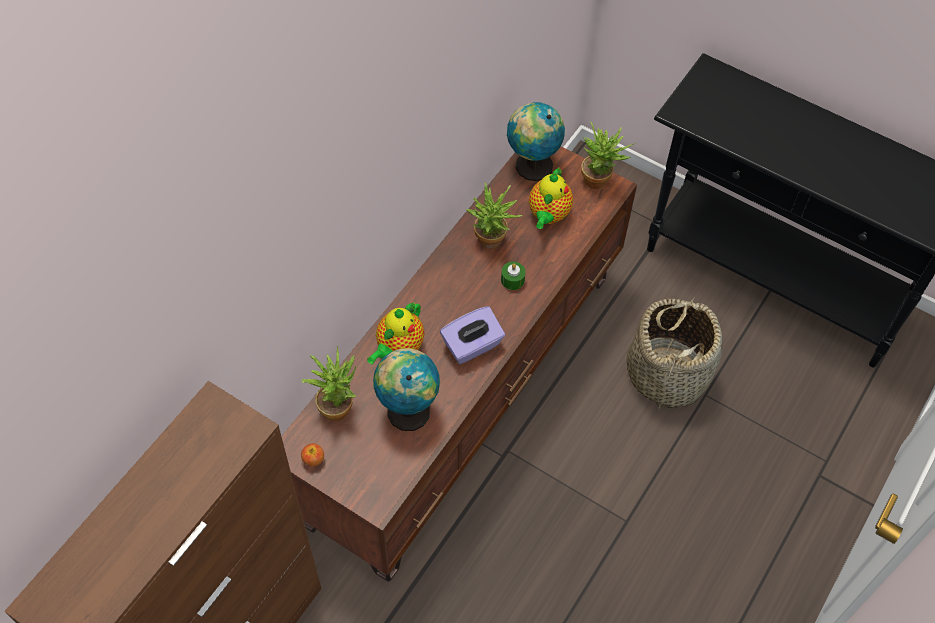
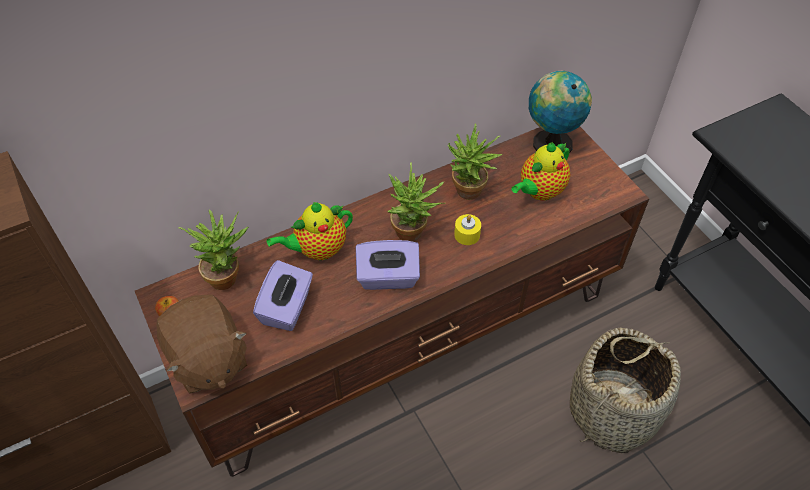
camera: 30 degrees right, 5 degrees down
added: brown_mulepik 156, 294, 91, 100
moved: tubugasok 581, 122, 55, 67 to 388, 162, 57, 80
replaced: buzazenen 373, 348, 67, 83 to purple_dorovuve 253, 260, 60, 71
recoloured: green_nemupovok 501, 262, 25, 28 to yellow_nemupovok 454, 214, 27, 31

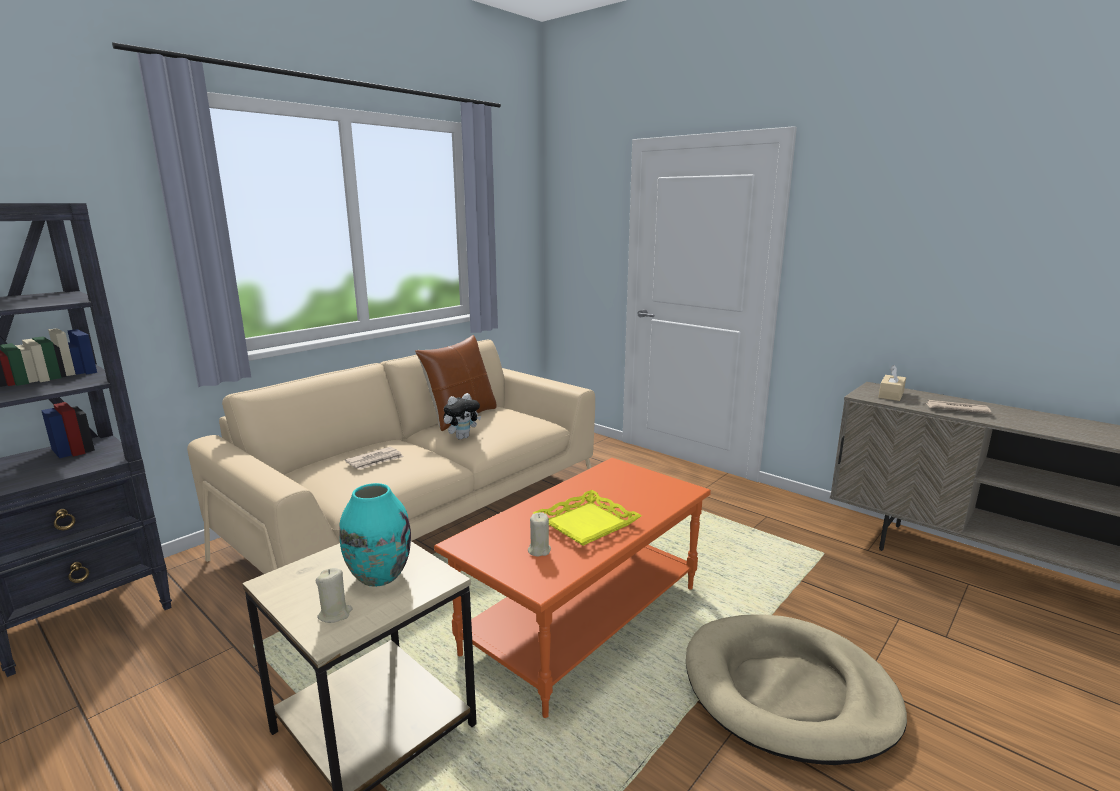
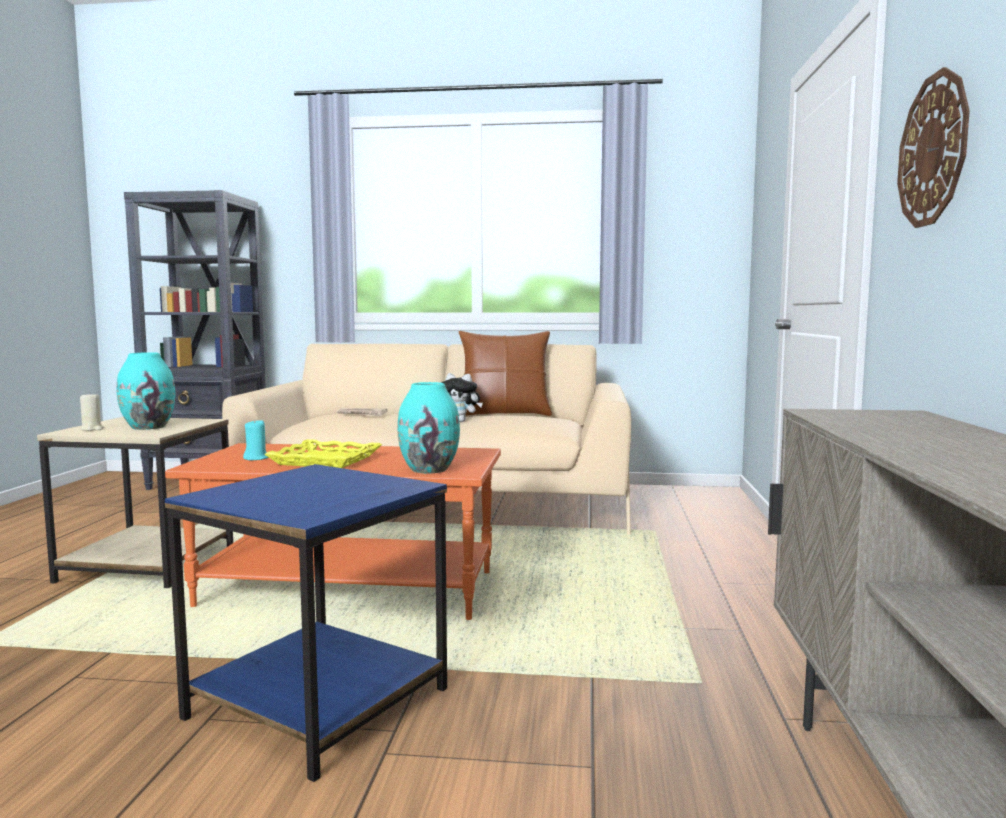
camera: 55 degrees right, 10 degrees down
removed: beige_dorovuve 878, 365, 28, 36; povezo 926, 400, 66, 14
added: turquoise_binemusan 397, 382, 63, 92; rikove 897, 67, 73, 161
replaced: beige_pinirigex 686, 615, 221, 150 to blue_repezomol 165, 464, 282, 318
recoloured: beige_nemupovok 528, 512, 23, 45 to turquoise_nemupovok 243, 419, 26, 41

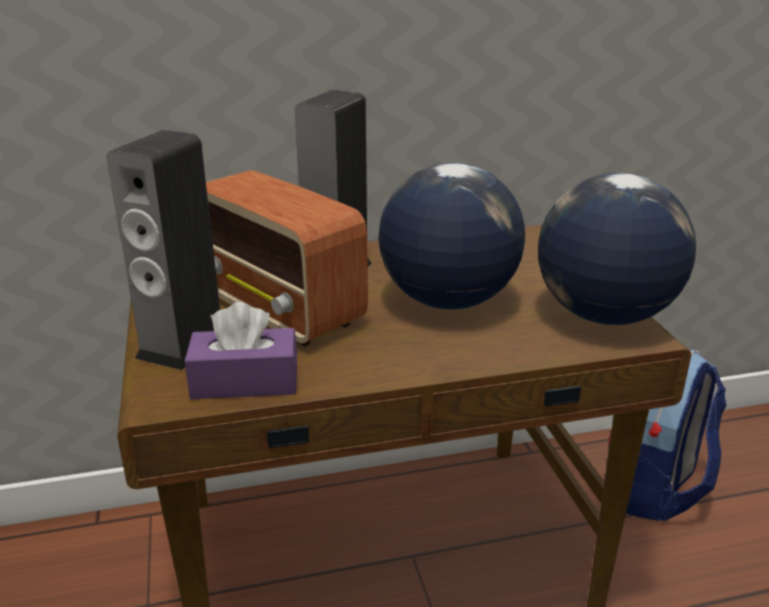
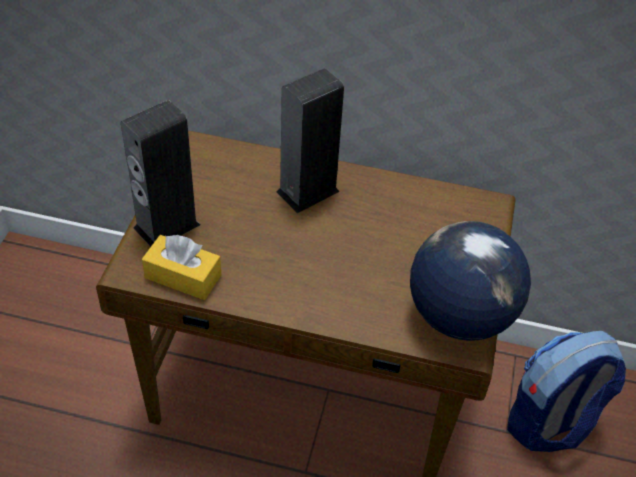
camera: 25 degrees right, 20 degrees up
removed: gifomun 206, 170, 162, 177; buzazenen 379, 163, 146, 146
recoloured: purple_dorovuve 185, 302, 112, 97 to yellow_dorovuve 142, 235, 79, 65

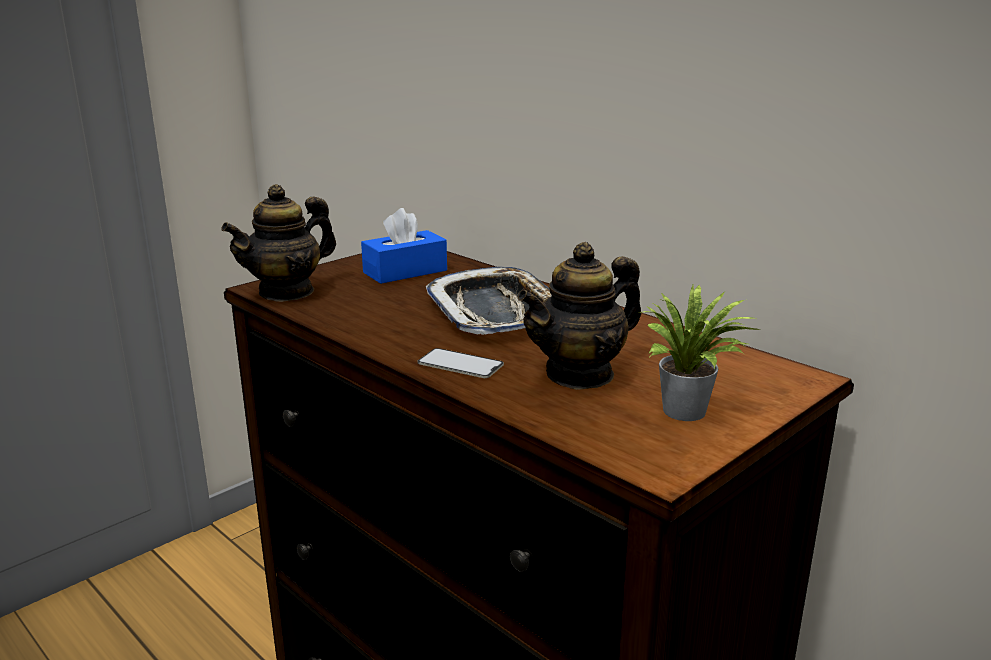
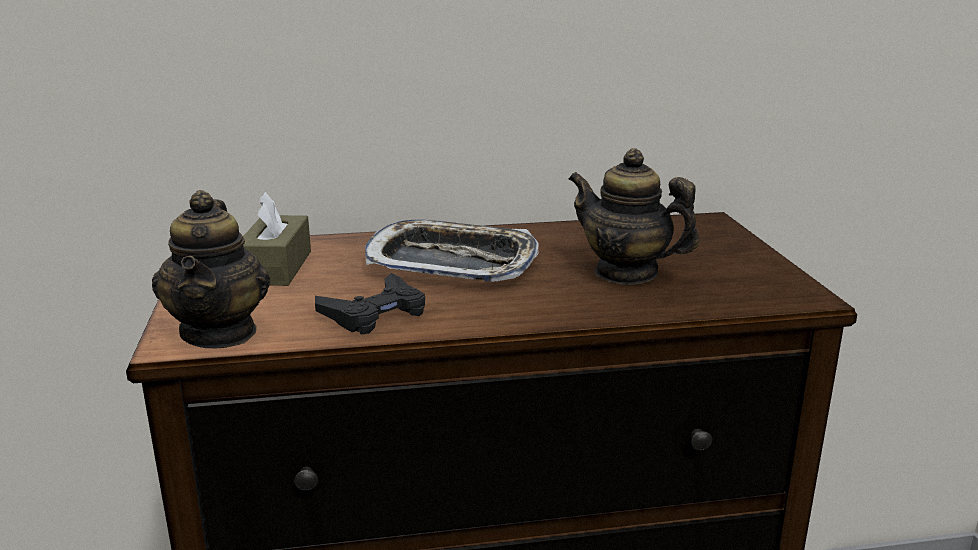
camera: 55 degrees left, 0 degrees up
removed: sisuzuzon 418, 348, 86, 30; tubugasok 639, 283, 123, 138
added: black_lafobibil 315, 273, 110, 62
recoloured: blue_dorovuve 361, 208, 86, 76 to brown_dorovuve 243, 192, 68, 94
turned: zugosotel 517, 242, 124, 148 = 568, 148, 132, 137 120 degrees clockwise

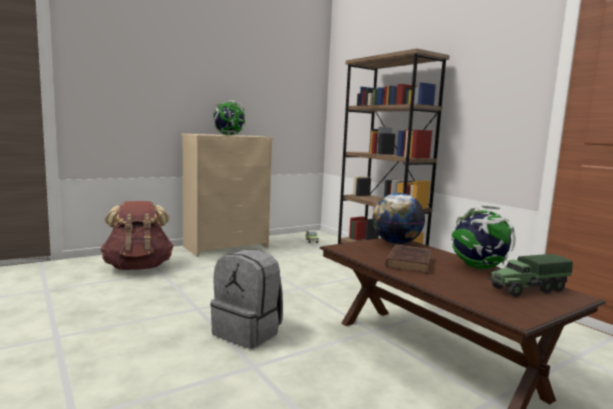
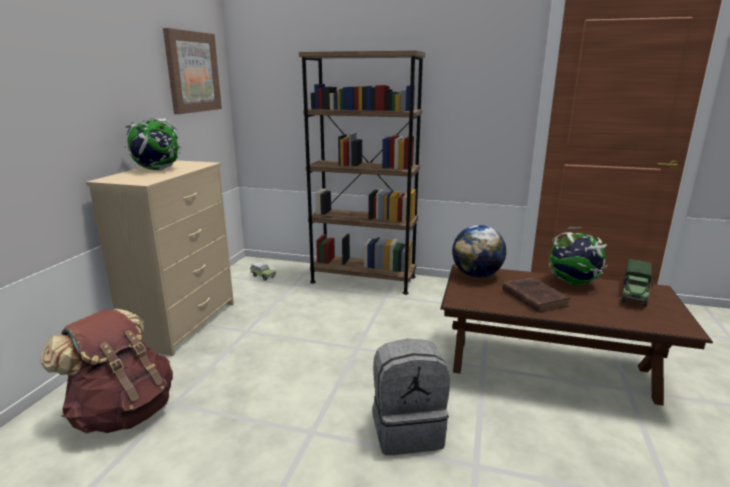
camera: 40 degrees left, 10 degrees up
added: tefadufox 163, 28, 59, 86

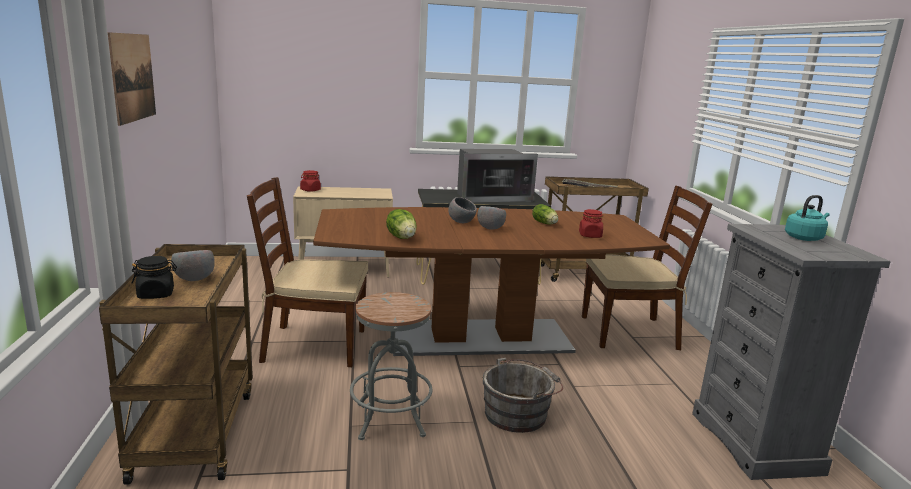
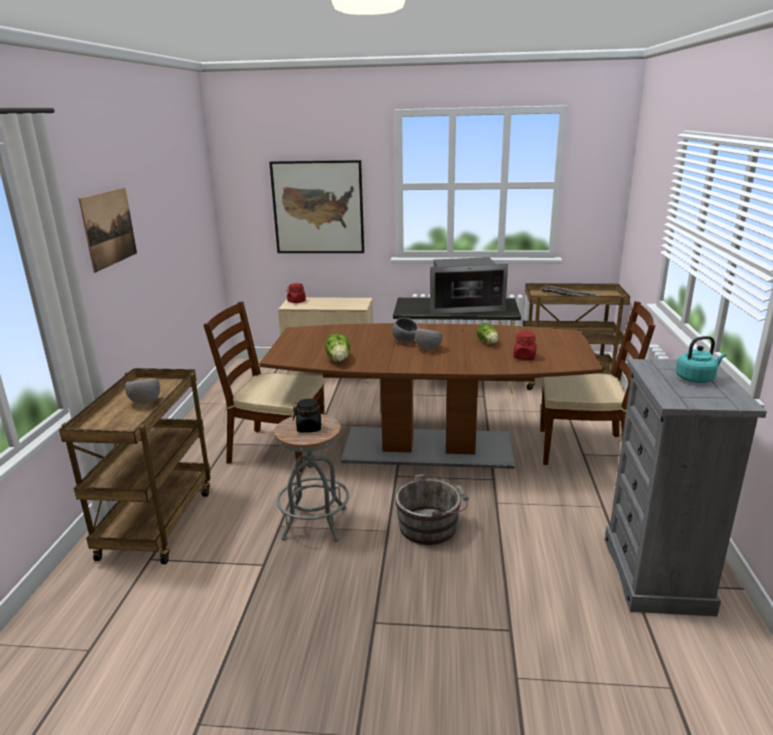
camera: 15 degrees right, 5 degrees up
added: tefadufox 269, 160, 95, 93
moved: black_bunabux 132, 256, 45, 43 to 293, 399, 31, 34

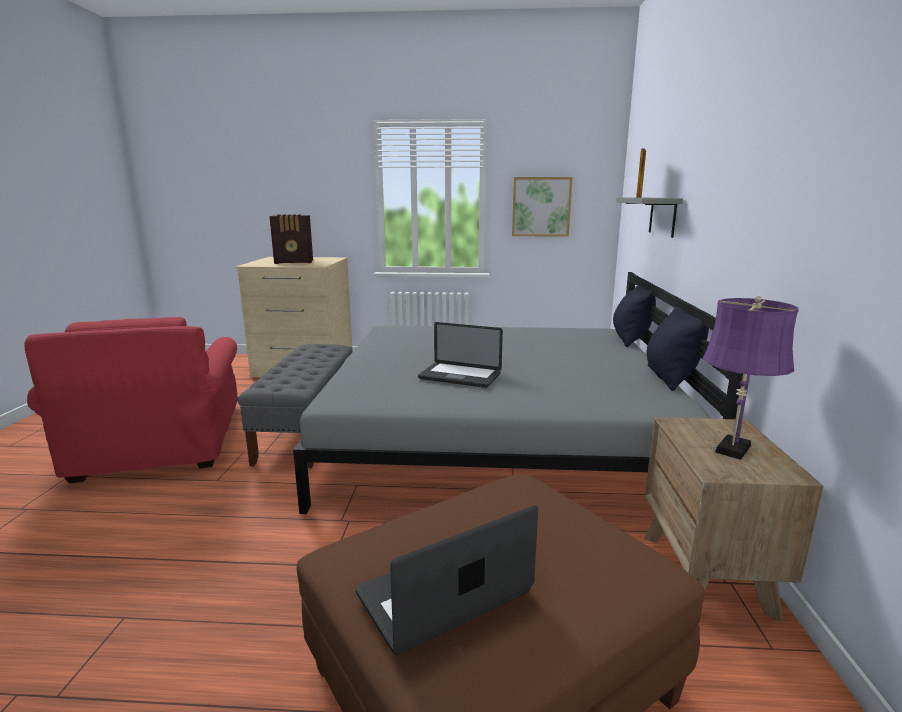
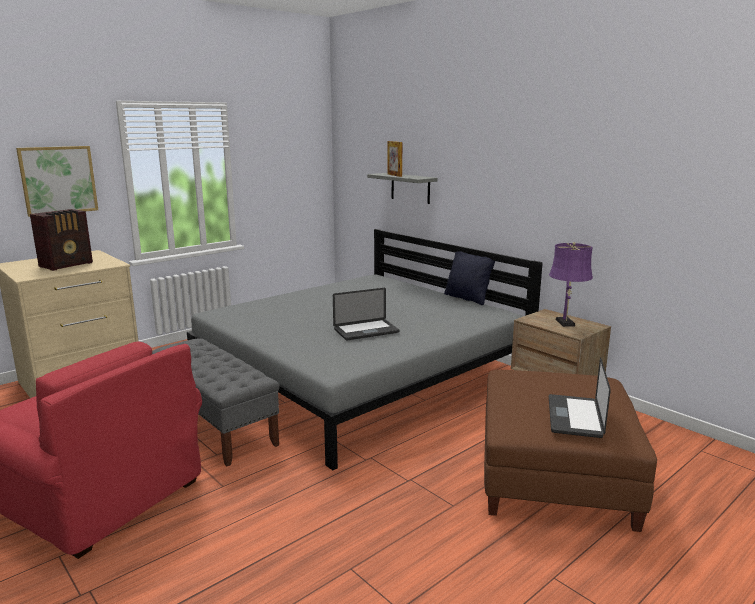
camera: 45 degrees left, 0 degrees up
removed: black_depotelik 613, 285, 43, 62
moved: tefadufox 512, 177, 61, 60 to 16, 146, 82, 71

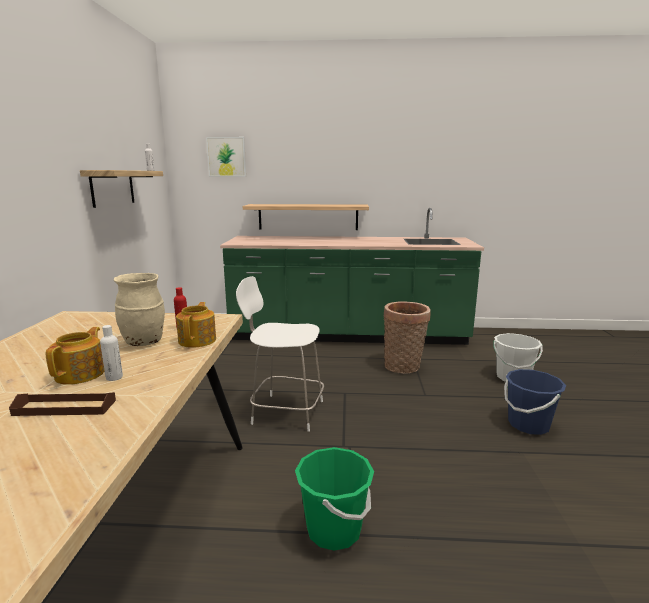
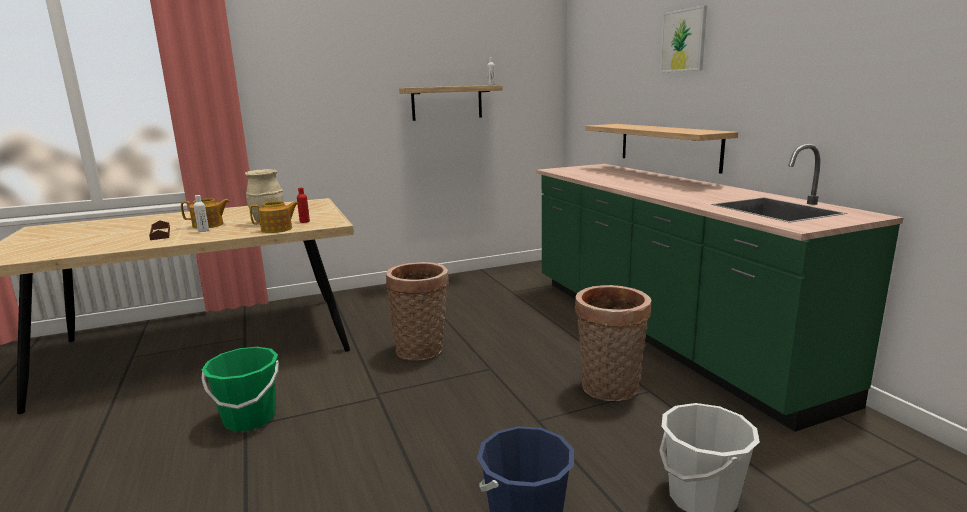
camera: 65 degrees right, 0 degrees up
moved: tefadufox 206, 137, 40, 40 to 660, 5, 47, 68
replaced: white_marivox 236, 276, 88, 156 to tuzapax 386, 262, 63, 99

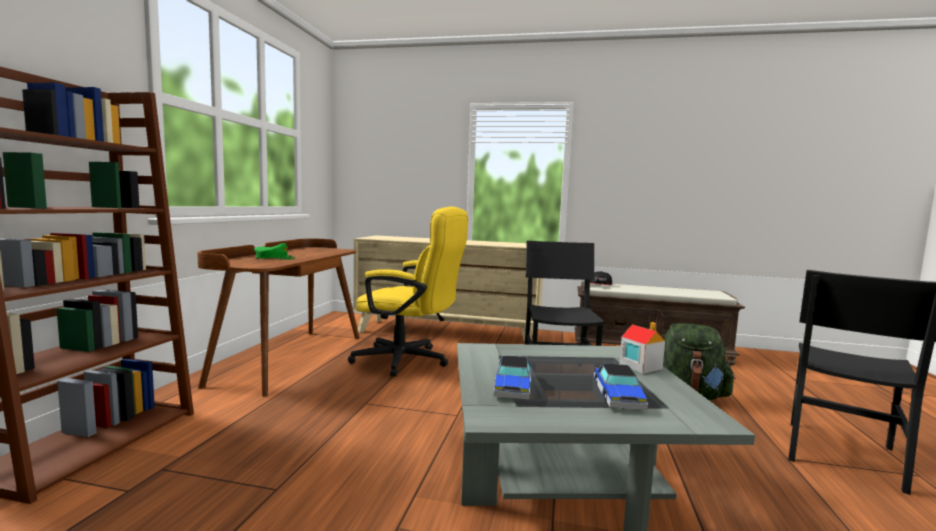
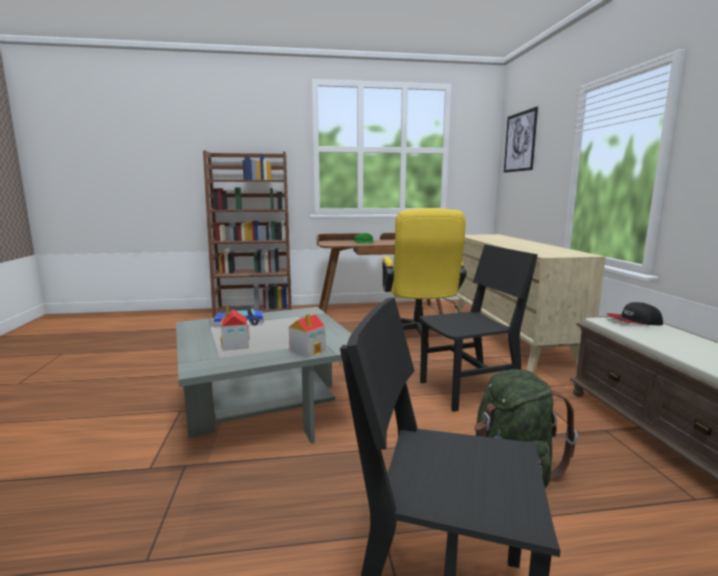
camera: 70 degrees right, 5 degrees up
added: tefadufox 504, 107, 34, 66
replaced: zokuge 594, 364, 54, 46 to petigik 221, 307, 29, 44

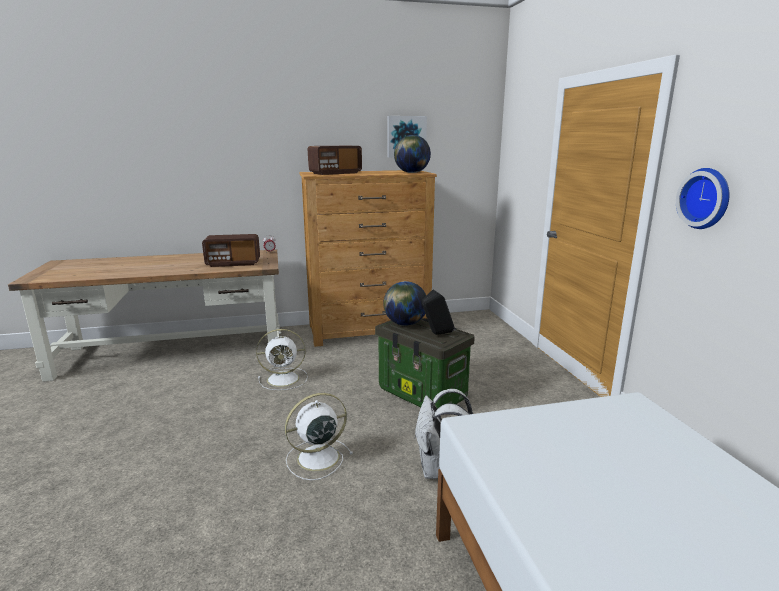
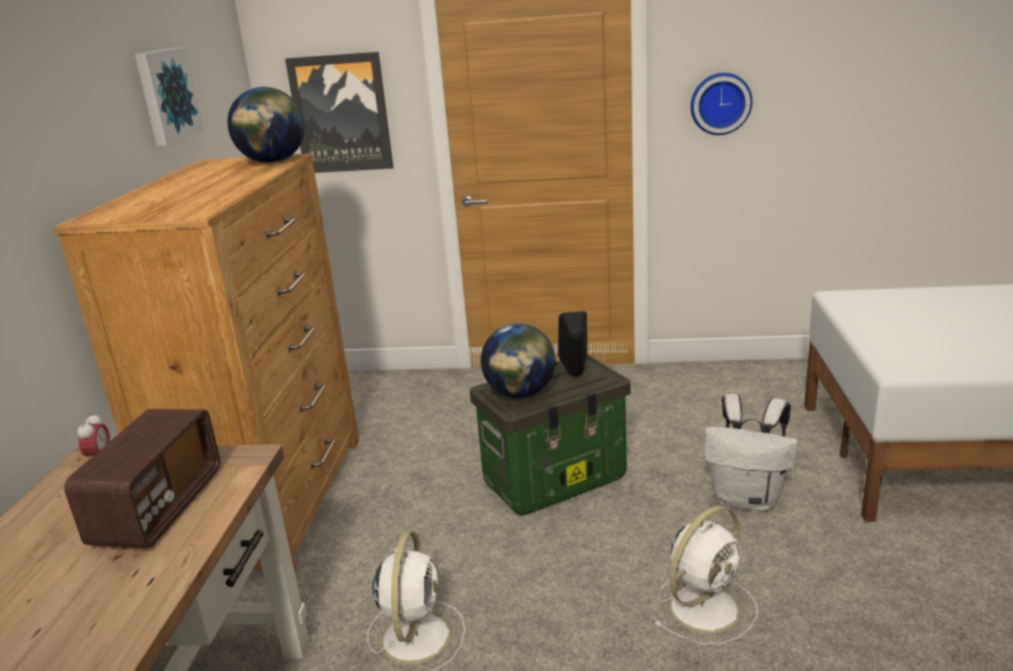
camera: 70 degrees left, 5 degrees up
removed: gifomun 308, 146, 54, 29
added: tefadufox 285, 52, 108, 121
turned: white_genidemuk 285, 393, 68, 87 = 655, 506, 103, 139 120 degrees counterclockwise

